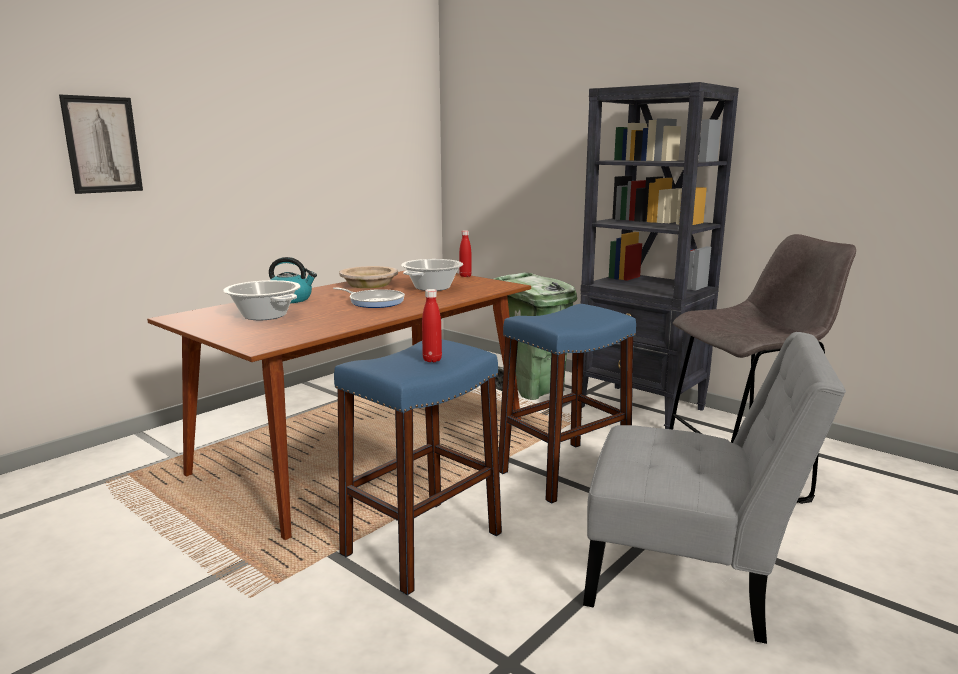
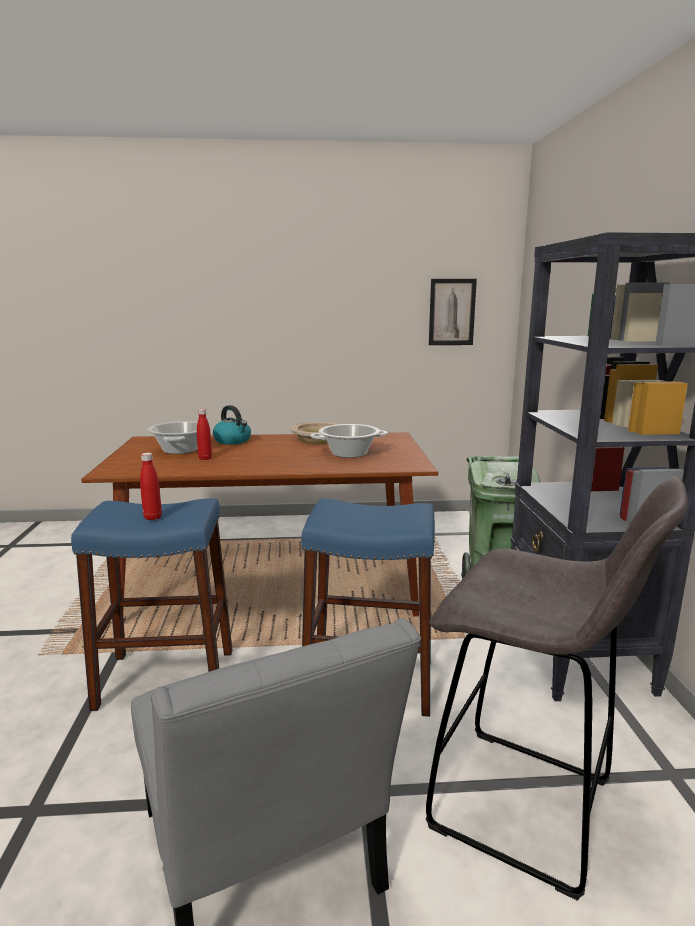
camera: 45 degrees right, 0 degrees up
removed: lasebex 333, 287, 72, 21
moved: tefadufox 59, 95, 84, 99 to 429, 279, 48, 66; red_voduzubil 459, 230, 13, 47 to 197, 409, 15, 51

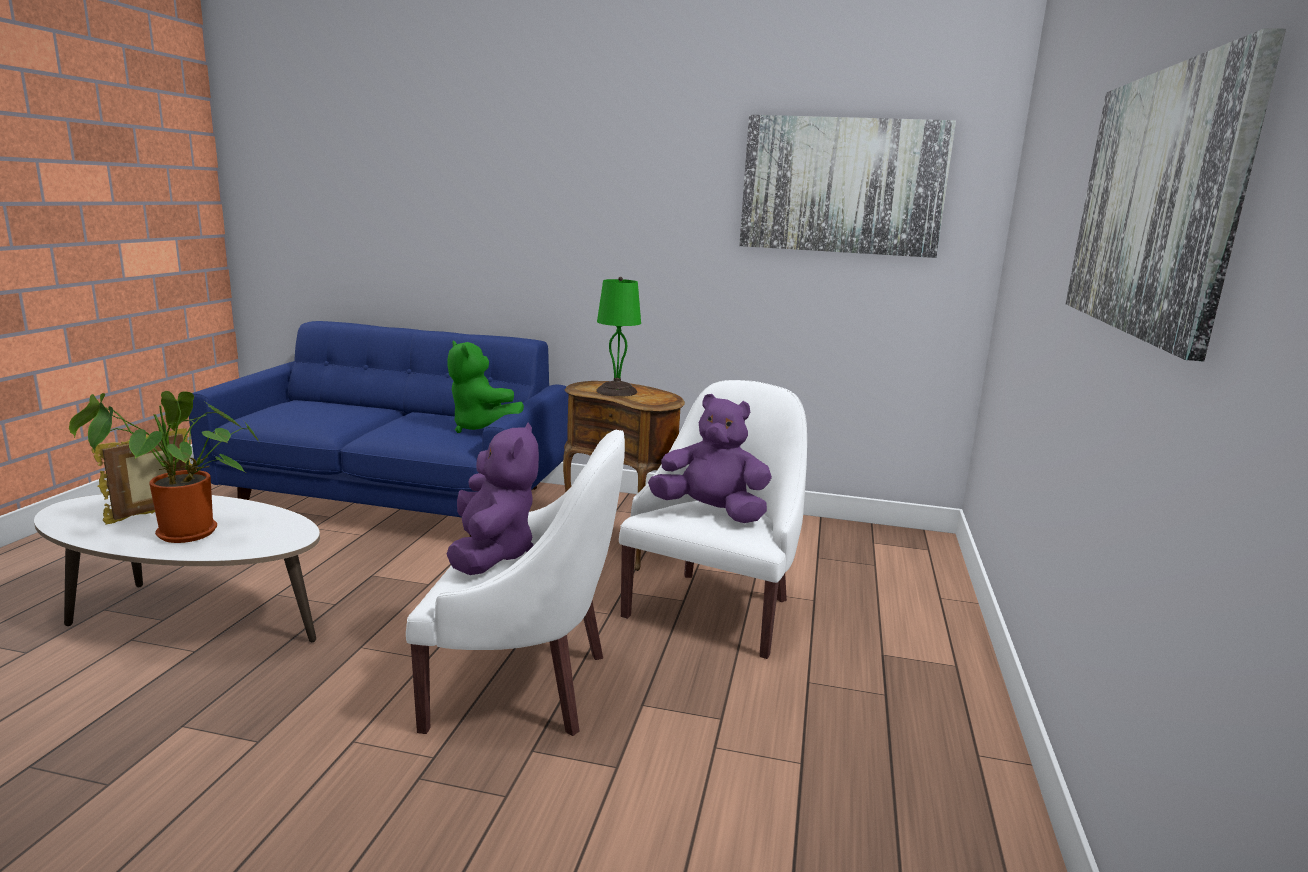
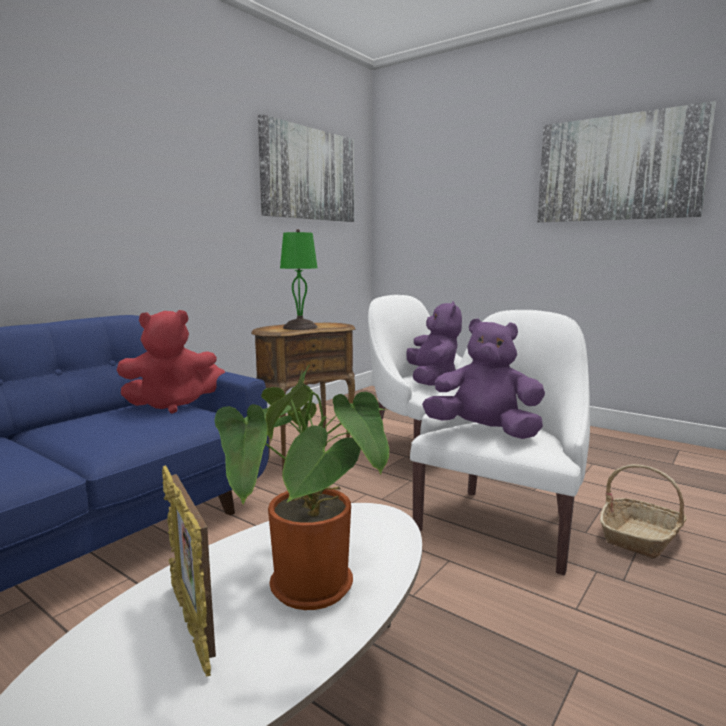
camera: 65 degrees left, 5 degrees down
added: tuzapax 600, 464, 87, 95
recoloured: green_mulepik 447, 341, 77, 92 to red_mulepik 117, 310, 108, 104
turned: purple_mulepik 648, 394, 124, 129 = 406, 301, 56, 85 135 degrees clockwise

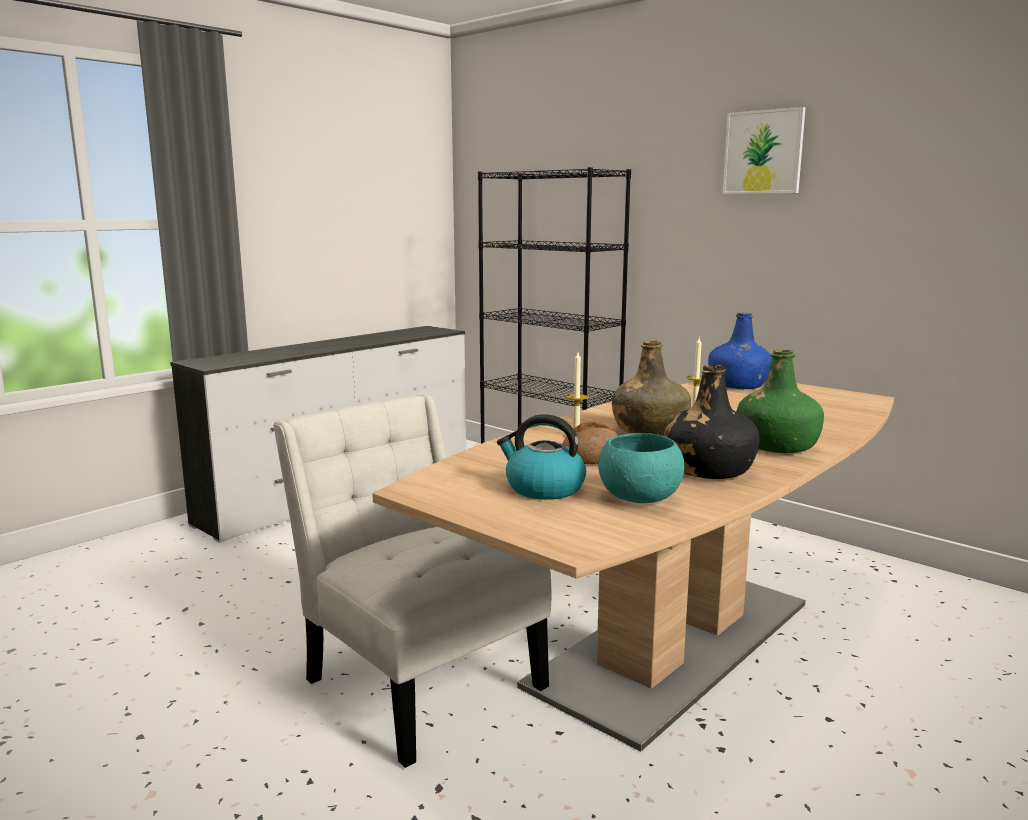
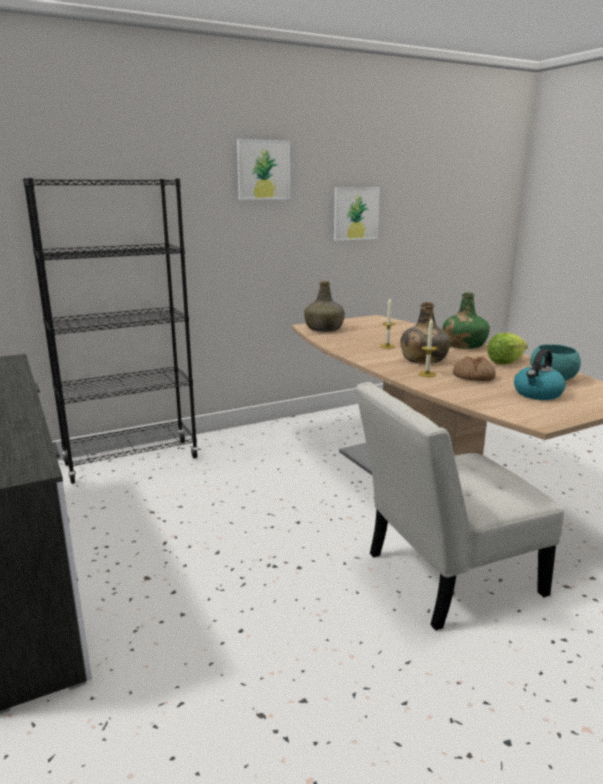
camera: 70 degrees left, 5 degrees up
added: tefadufox 334, 187, 46, 54
replaced: black_voduzubil 664, 365, 96, 114 to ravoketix 487, 333, 41, 31
recoloured: blue_voduzubil 708, 312, 64, 77 to green_voduzubil 304, 281, 41, 51

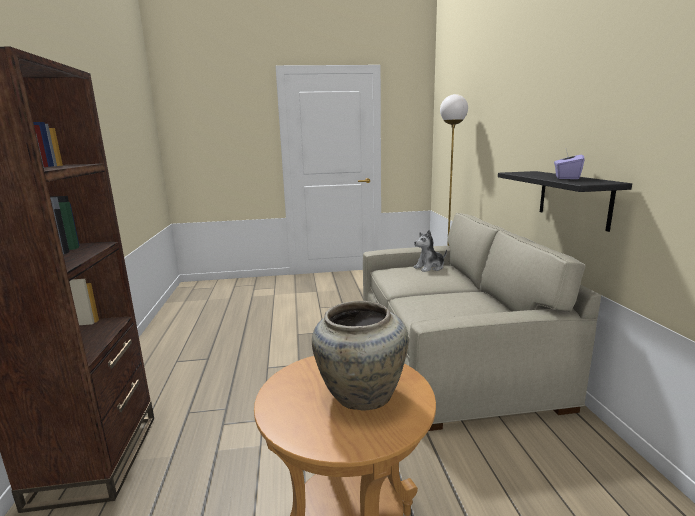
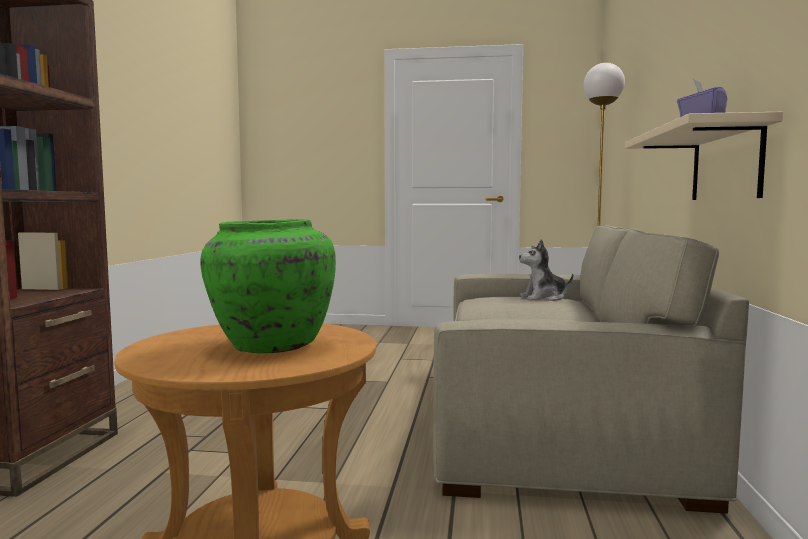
camera: 15 degrees right, 10 degrees down
recoloured: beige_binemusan 312, 301, 97, 109 to green_binemusan 200, 219, 136, 134; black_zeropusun 498, 171, 134, 61 to beige_zeropusun 625, 112, 158, 88

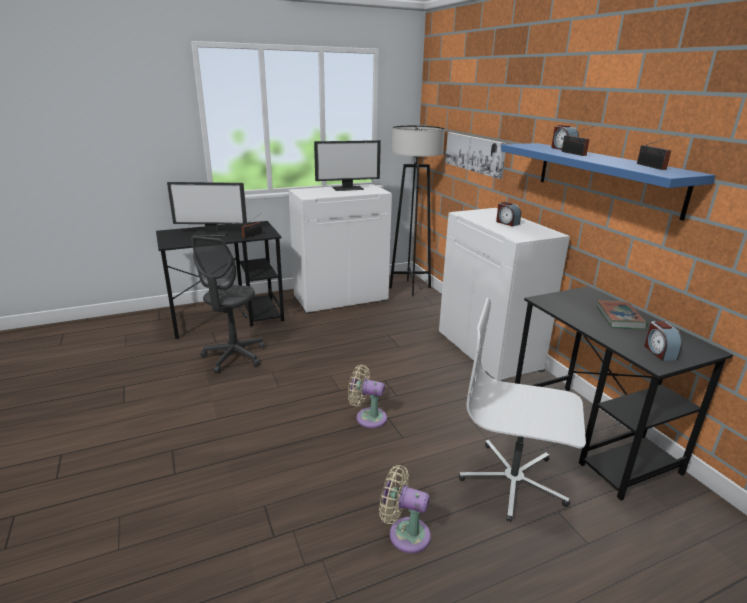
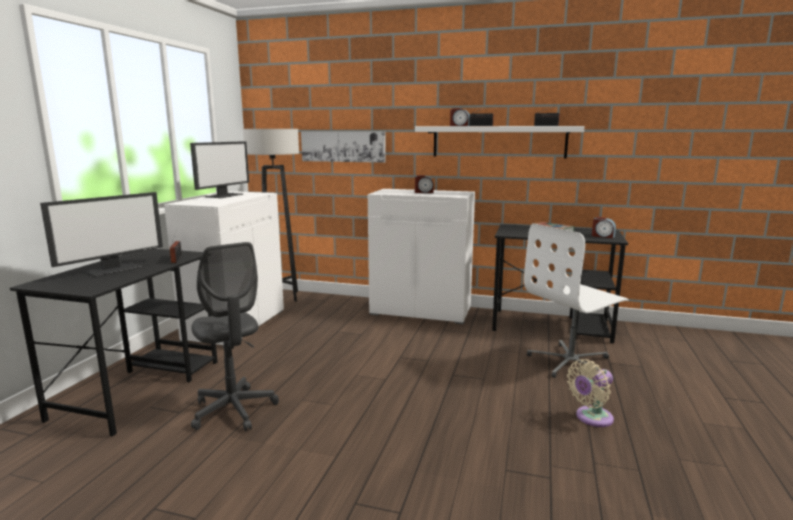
camera: 50 degrees left, 10 degrees down
removed: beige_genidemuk 348, 365, 39, 63
recoloured: blue_zeropusun 501, 143, 215, 78 to white_zeropusun 415, 126, 170, 32

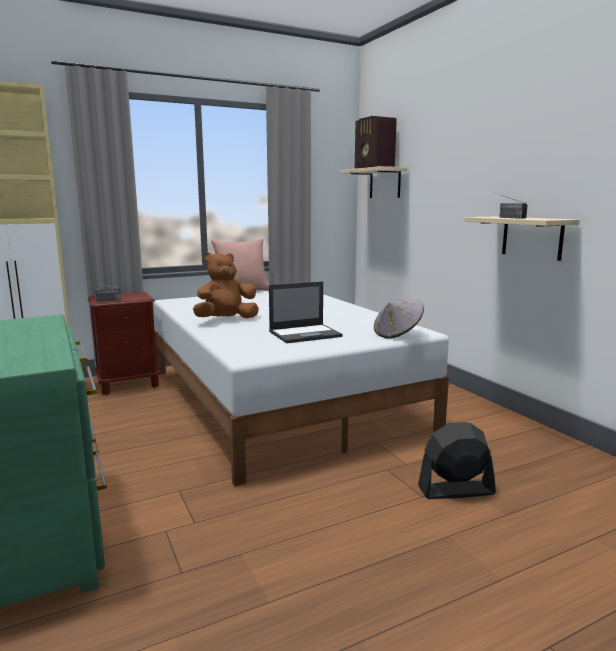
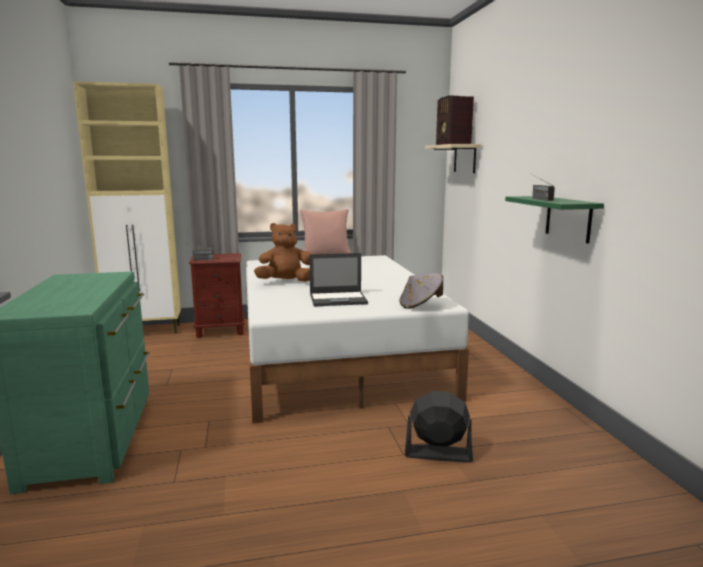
camera: 15 degrees right, 0 degrees up
recoloured: beige_zeropusun 465, 217, 115, 44 to green_zeropusun 505, 196, 99, 48

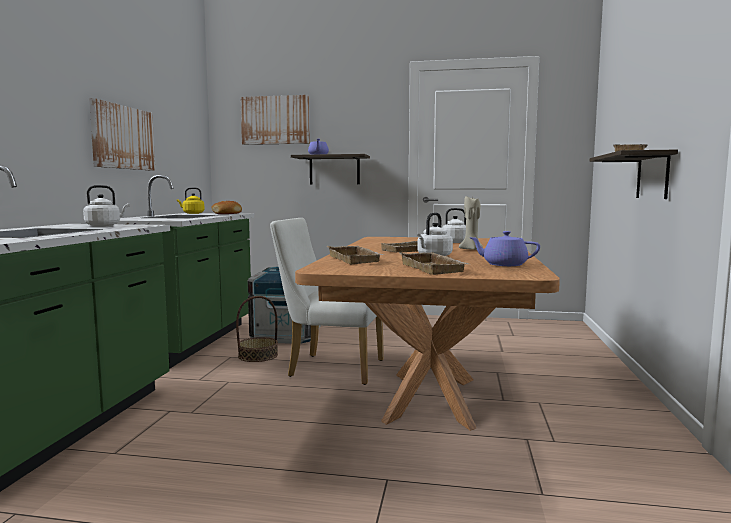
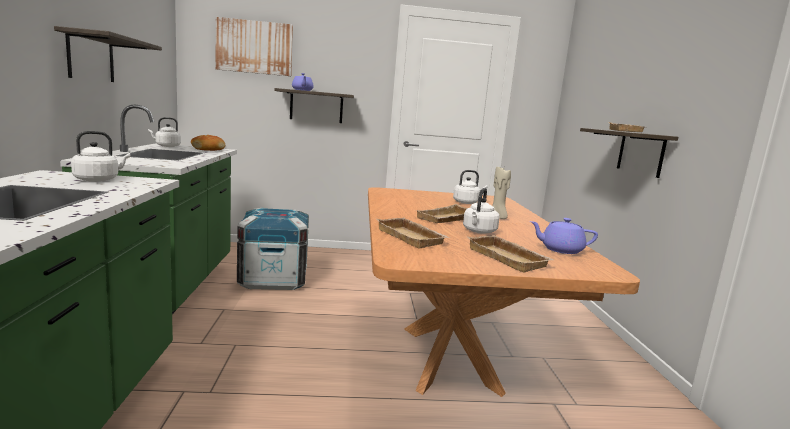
camera: 15 degrees left, 5 degrees up
removed: tuzapax 236, 296, 42, 66; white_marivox 270, 218, 114, 167
replaced: tefadufox 89, 98, 66, 73 to zeropusun 54, 26, 108, 56
recoloured: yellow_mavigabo 177, 187, 28, 27 to white_mavigabo 148, 117, 33, 30

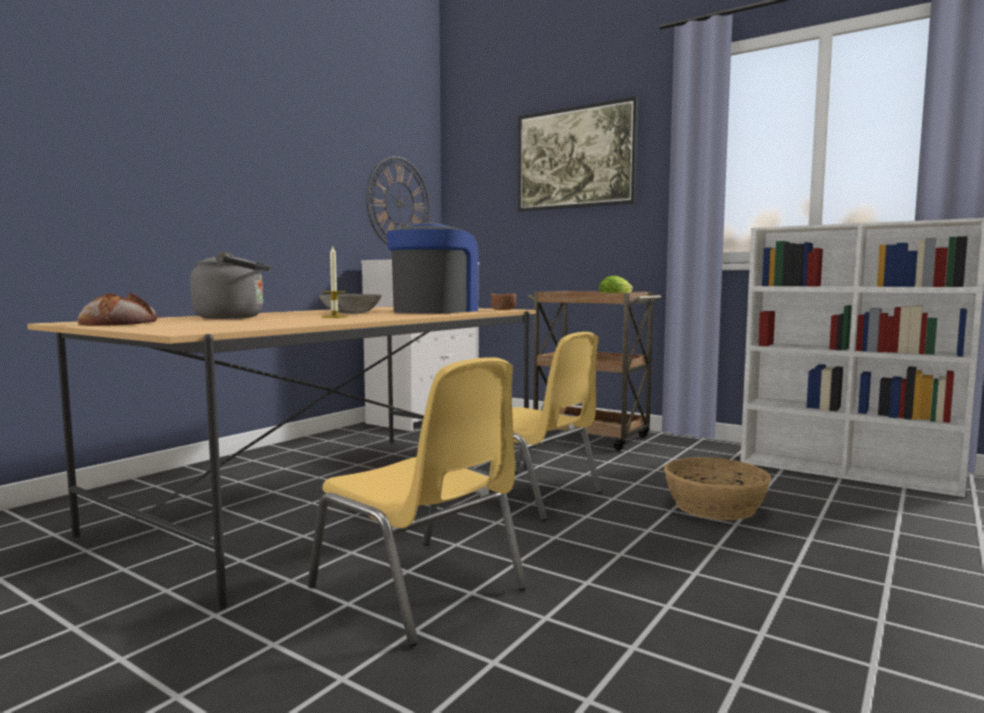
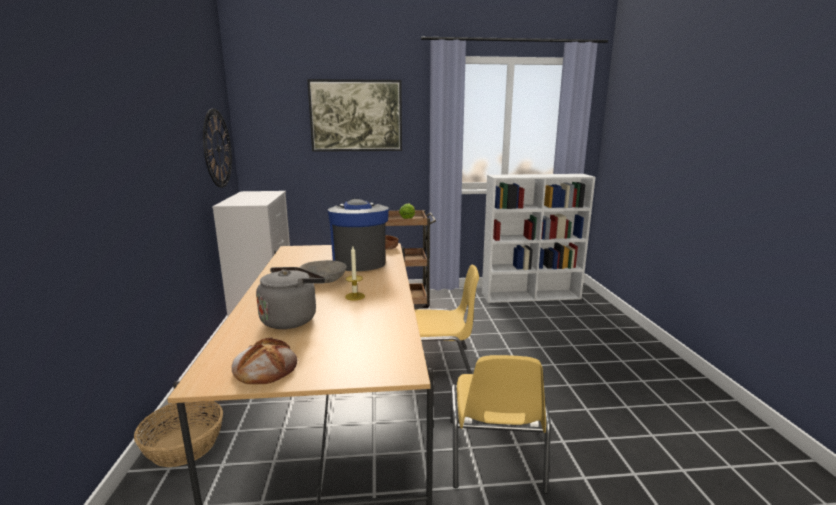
camera: 40 degrees left, 10 degrees up
moved: tuzapax 664, 457, 107, 63 to 134, 401, 89, 66
turned: yellow_marivox 307, 357, 220, 289 = 450, 355, 101, 139 90 degrees clockwise

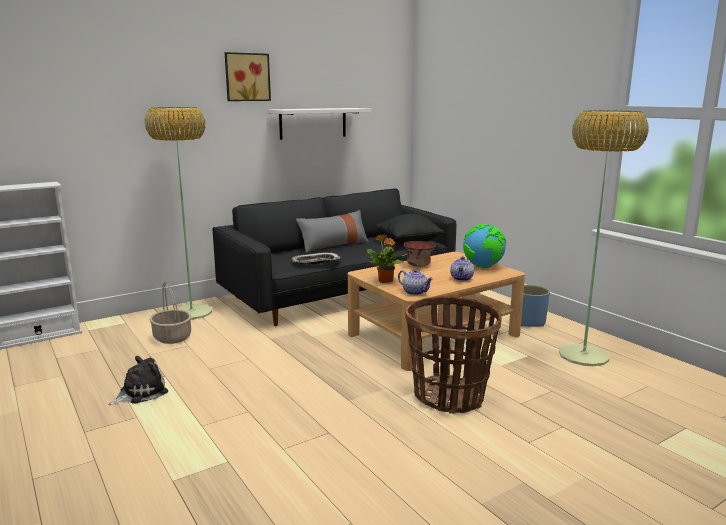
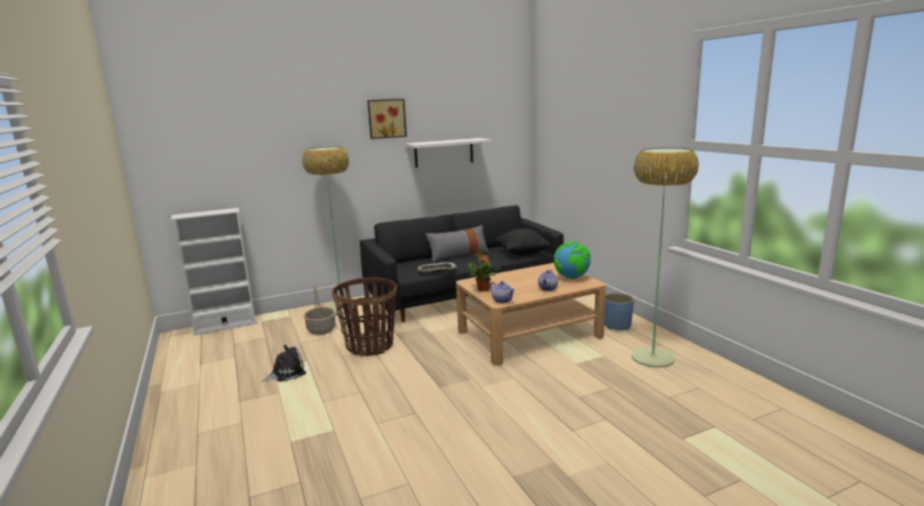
camera: 10 degrees right, 0 degrees up
removed: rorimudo 403, 241, 33, 26
moved: tuzapax 405, 296, 97, 118 to 332, 277, 65, 79

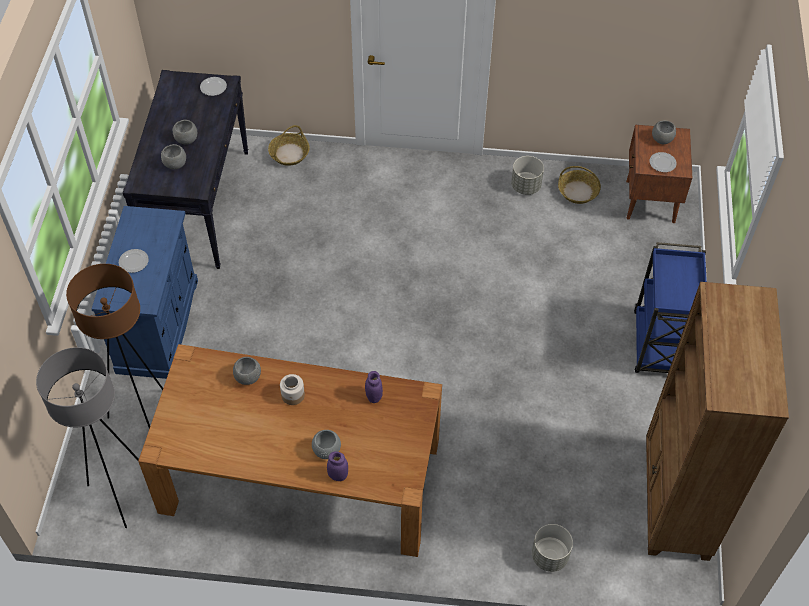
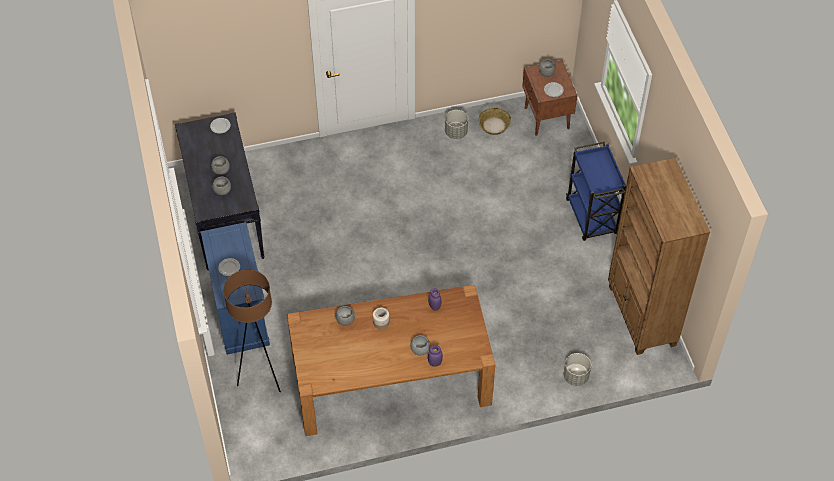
camera: 20 degrees left, 0 degrees up
removed: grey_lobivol 36, 347, 103, 181; tuzapax 268, 125, 42, 41

